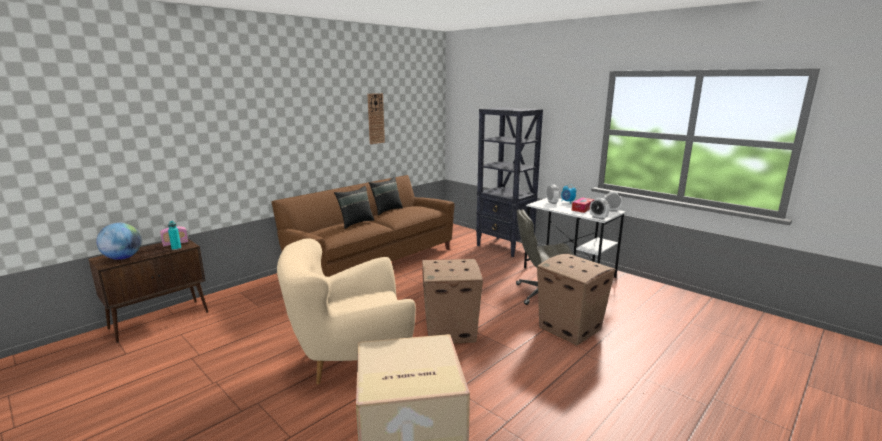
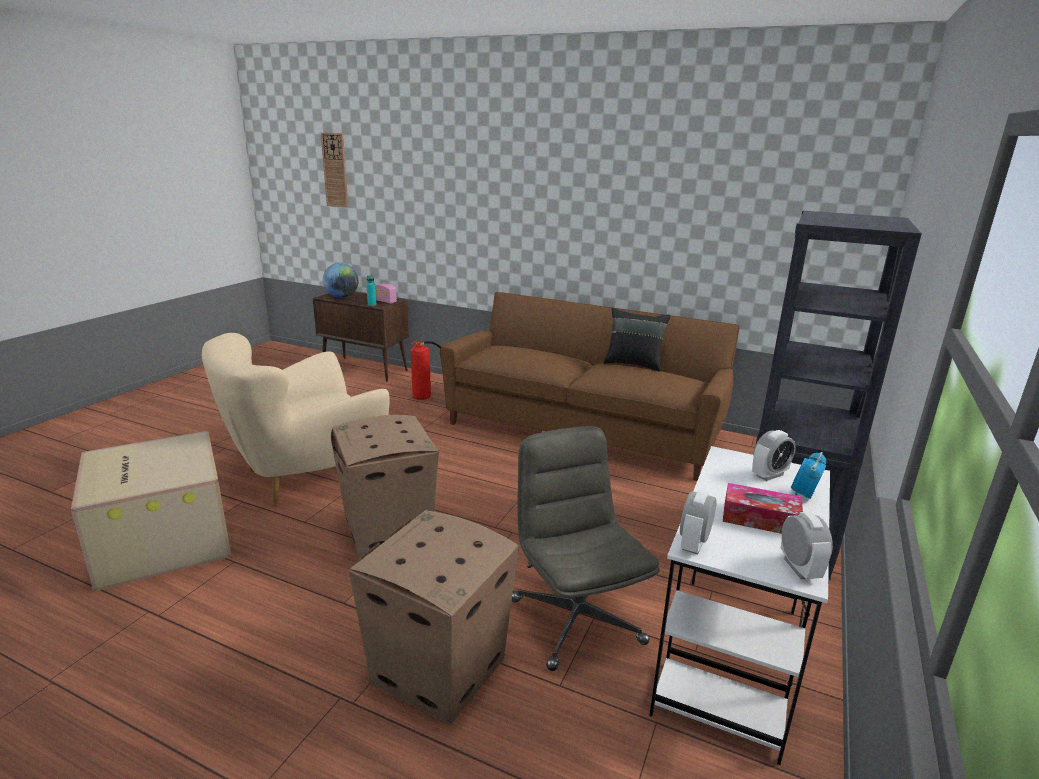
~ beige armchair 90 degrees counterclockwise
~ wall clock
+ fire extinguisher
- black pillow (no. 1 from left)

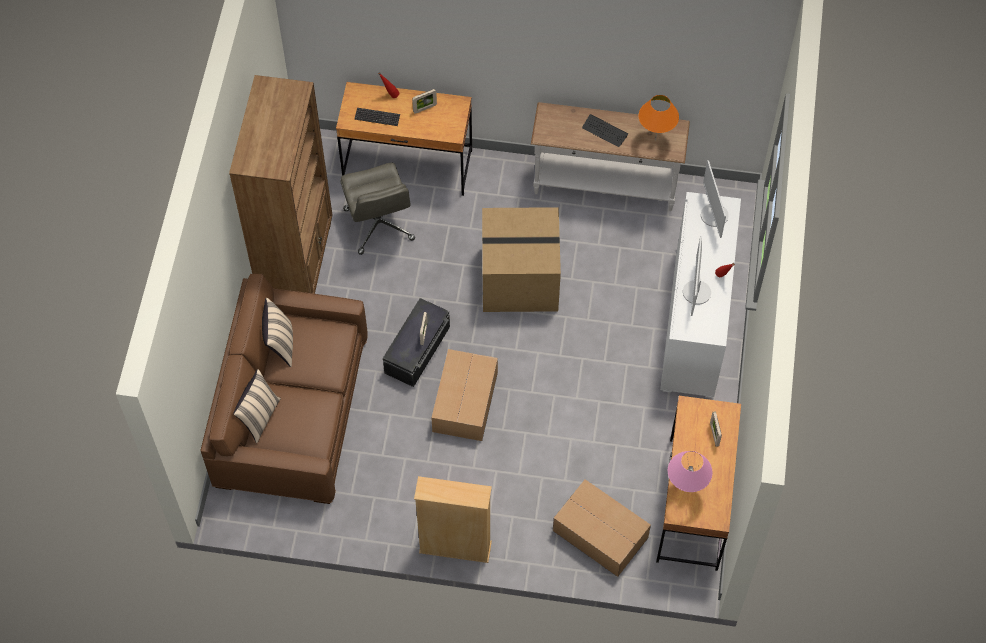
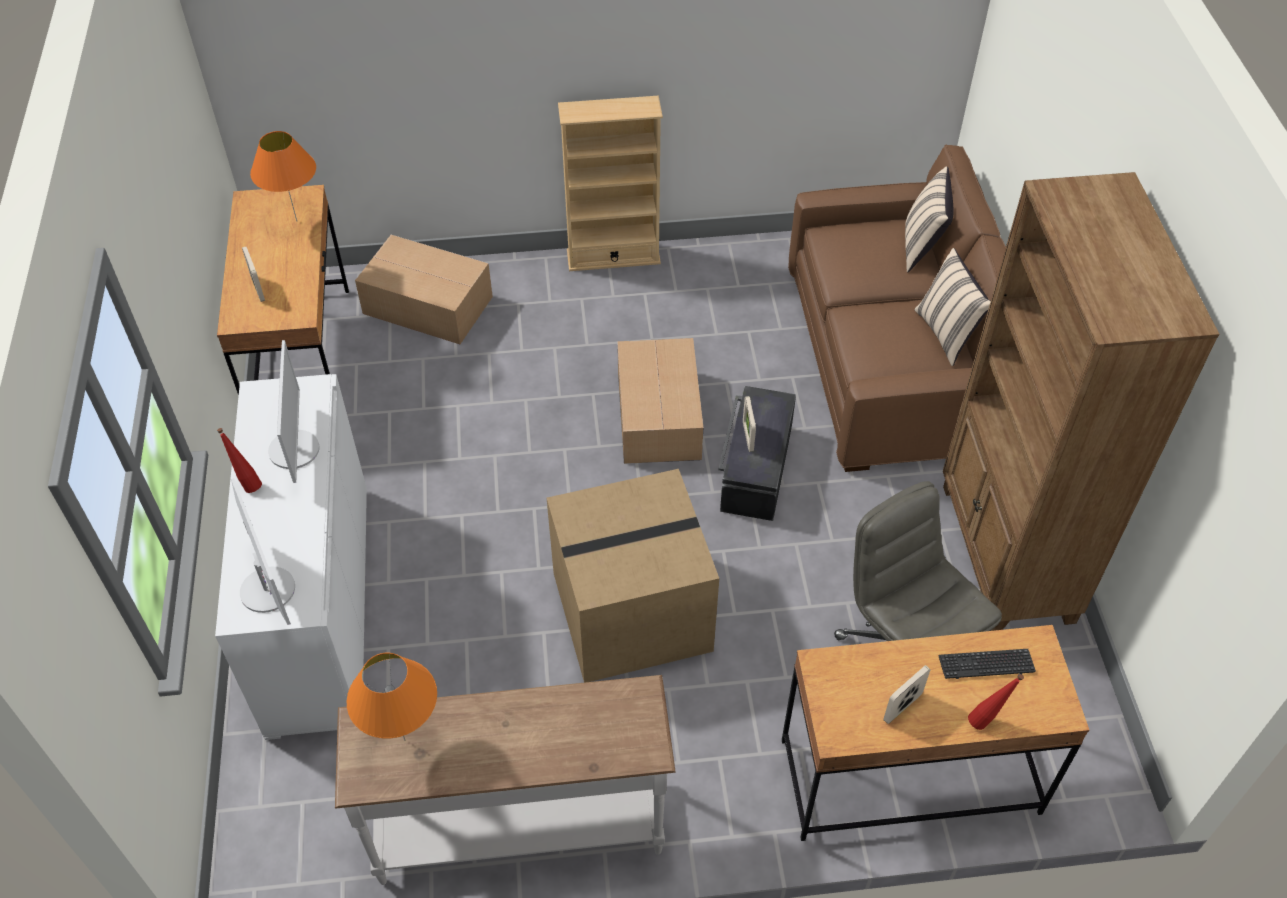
~ pink table lamp to orange table lamp (no. 1 from left)
- keyboard (no. 2 from left)

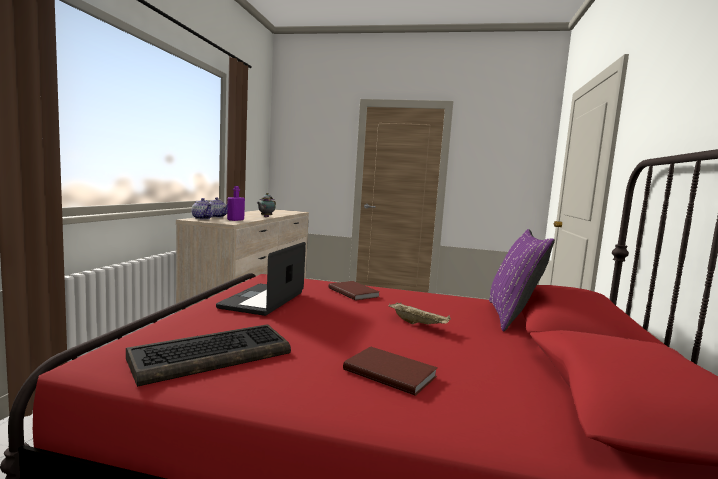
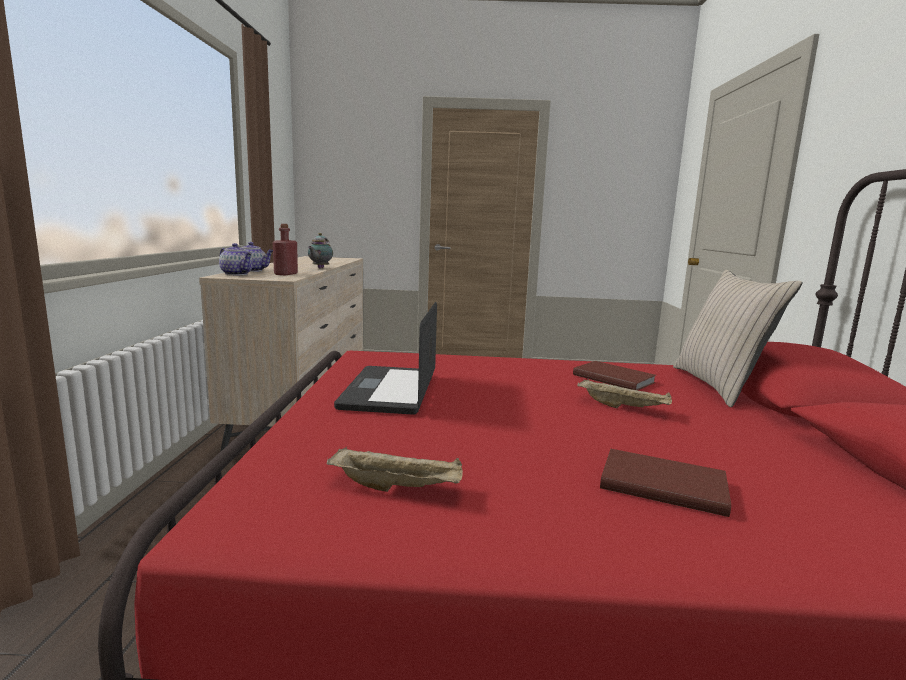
~ purple bottle to red bottle
~ keyboard to beige tray (no. 1 from left)
~ brown book (no. 1 from left)
~ purple pillow to beige pillow

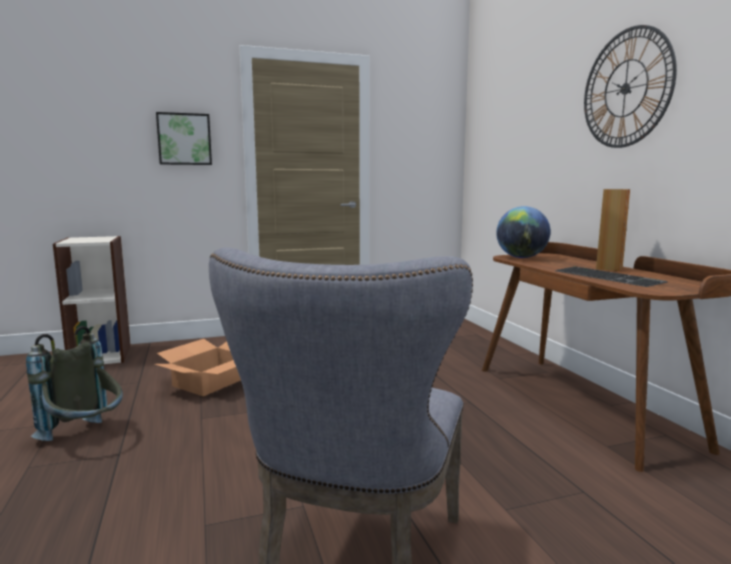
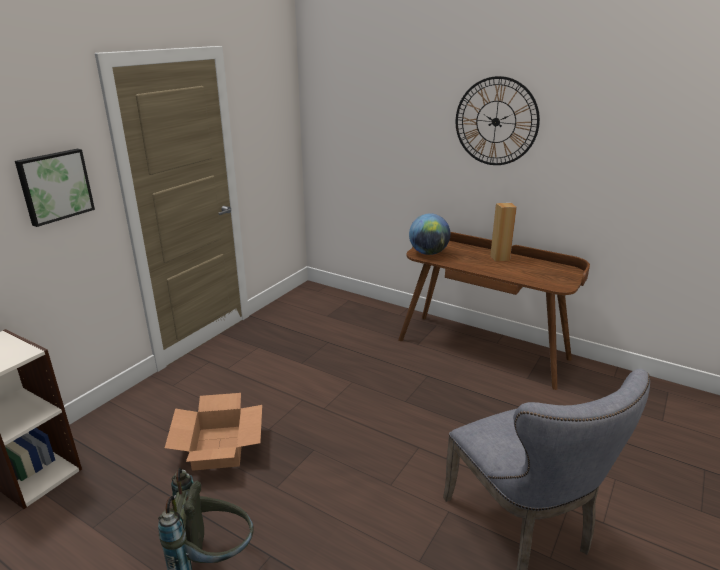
- keyboard

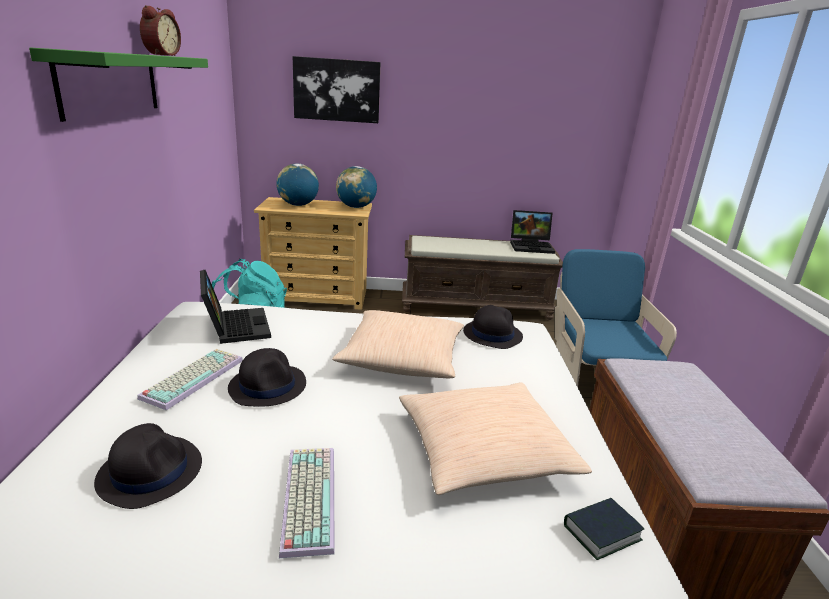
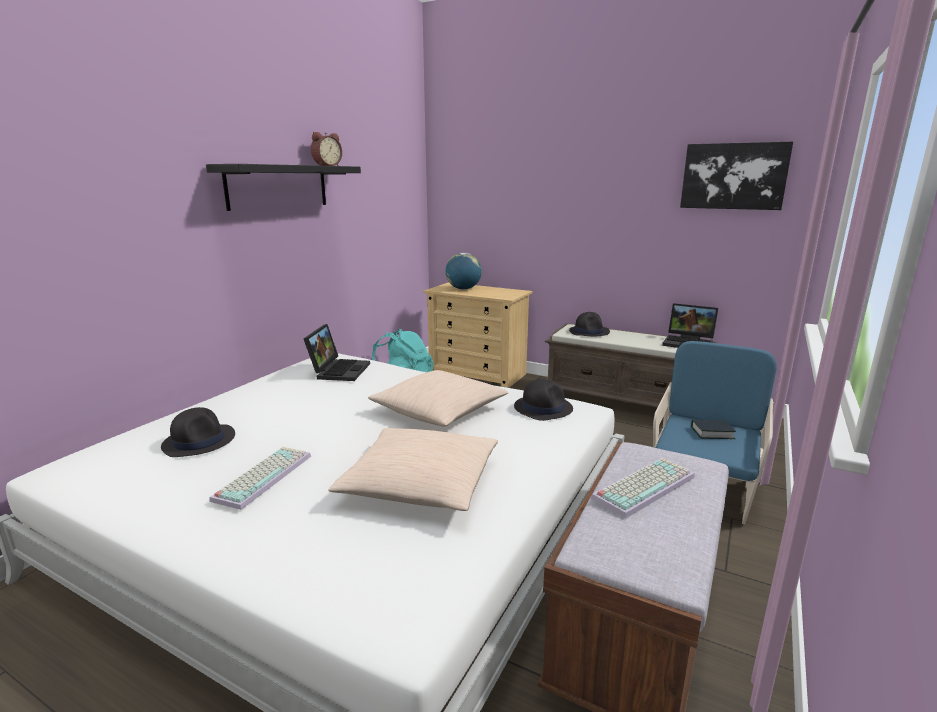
~ green shelf to black shelf
~ black hat (no. 2 from left in the first image) to black hat (no. 3 from left)
~ keyboard (no. 1 from left in the first image) to keyboard (no. 2 from left)
~ picture
~ book
- globe (no. 2 from left)

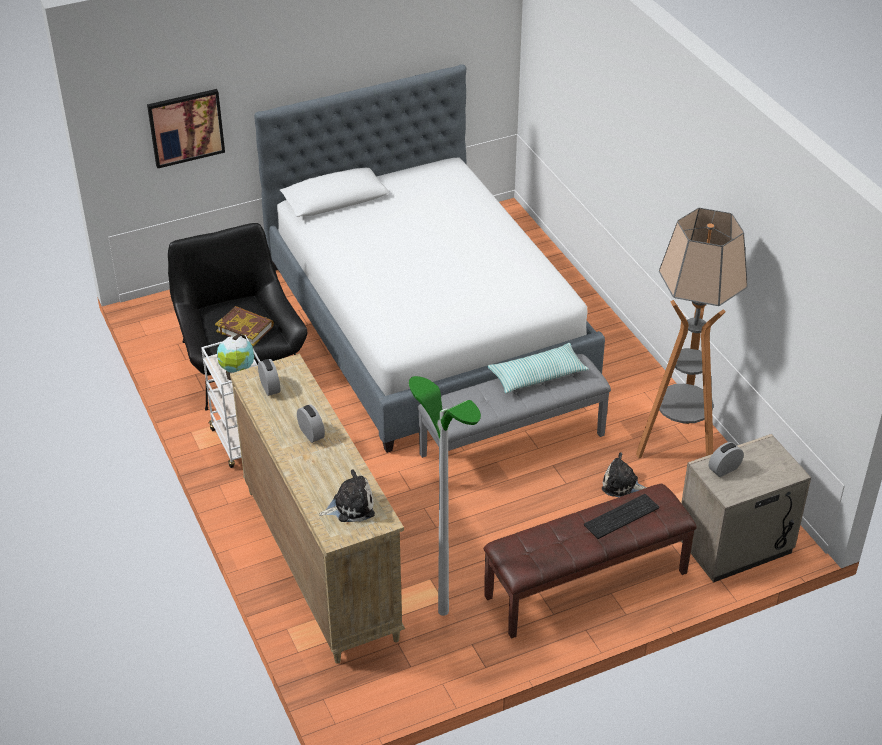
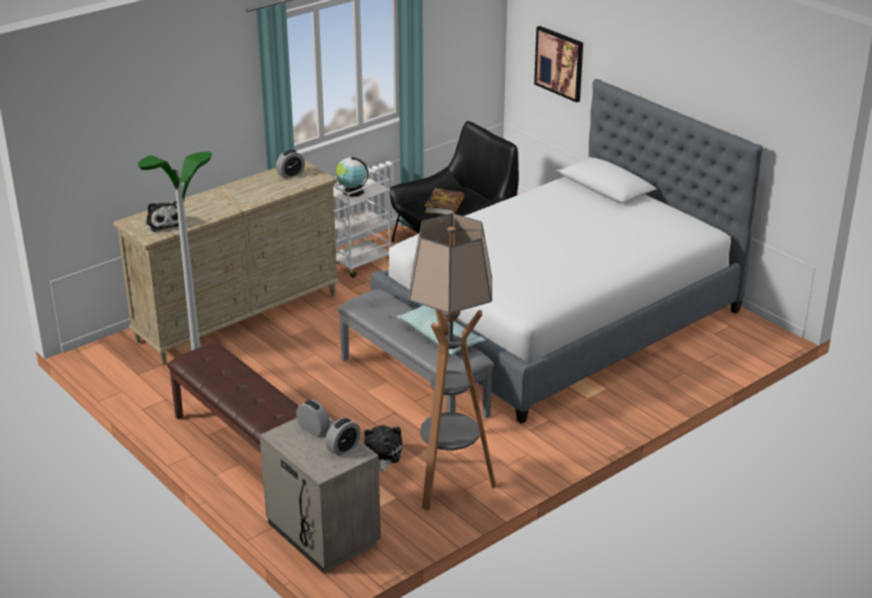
~ alarm clock (no. 2 from left in the first image) to alarm clock (no. 3 from left)
- keyboard

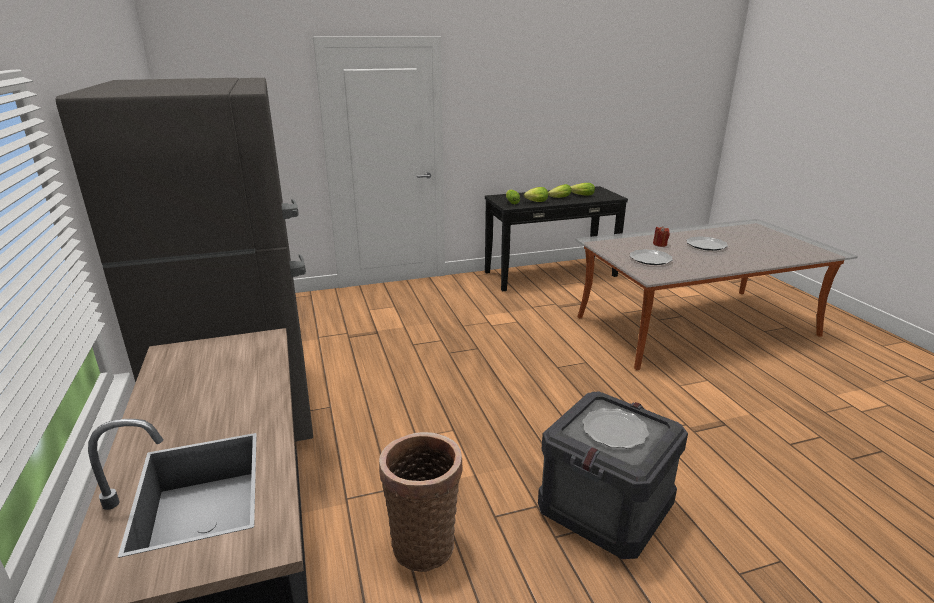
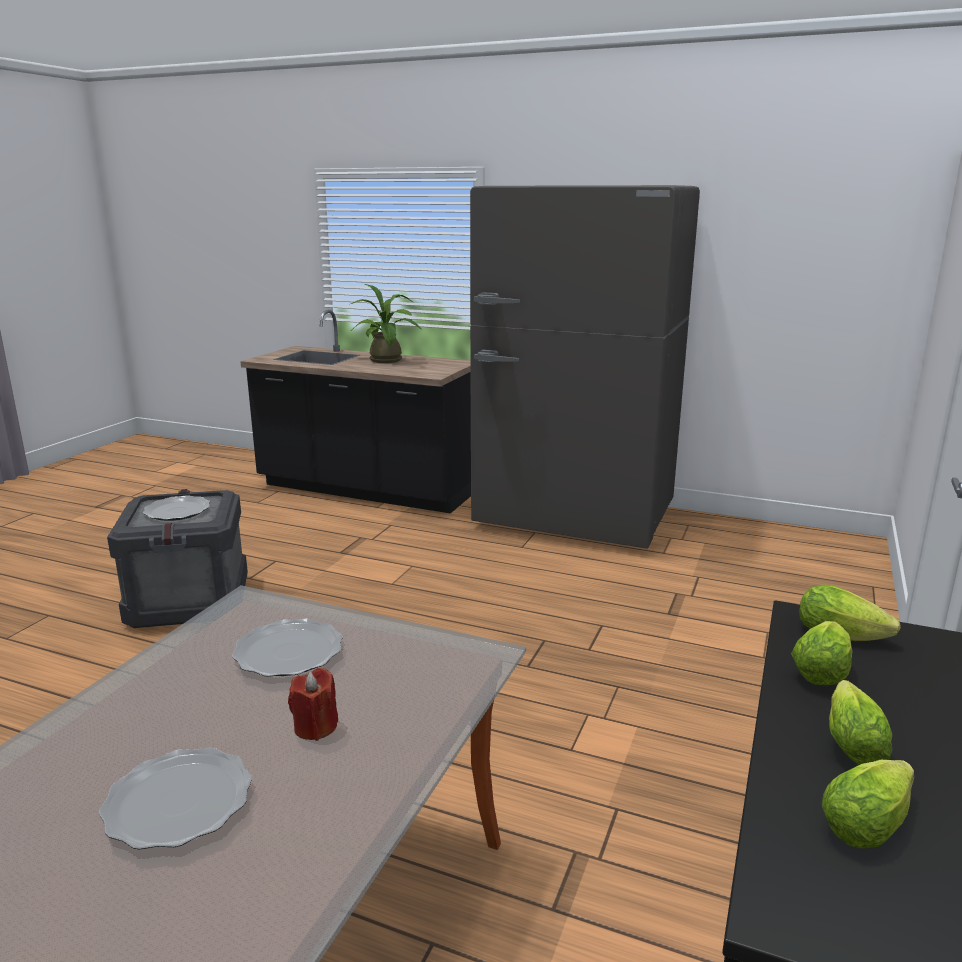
+ potted plant
- basket

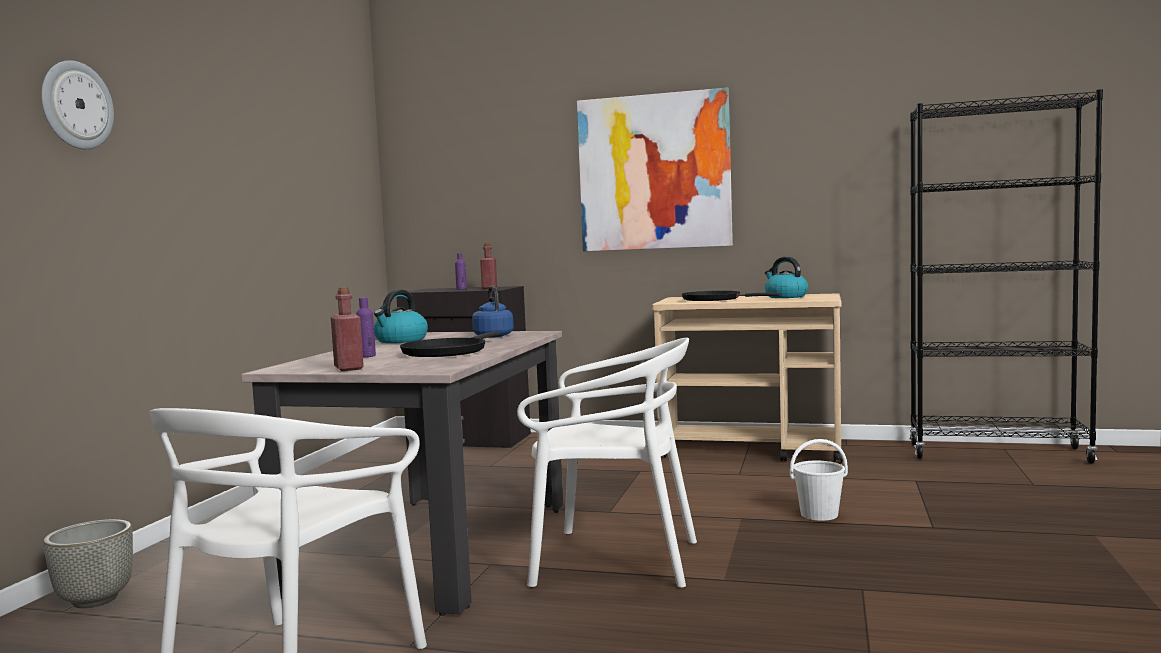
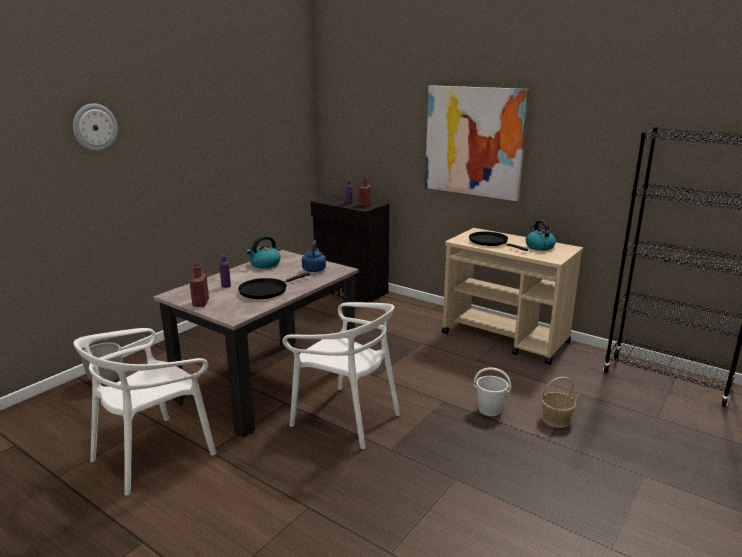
+ basket

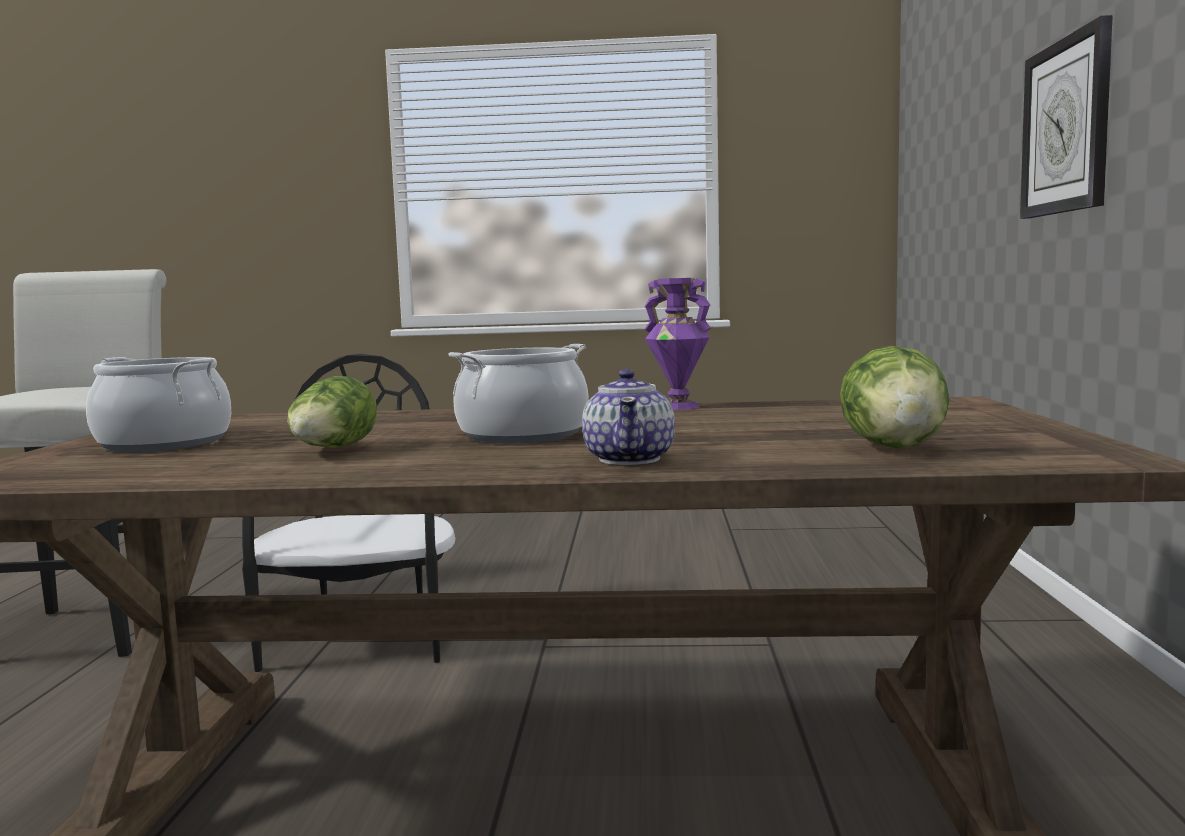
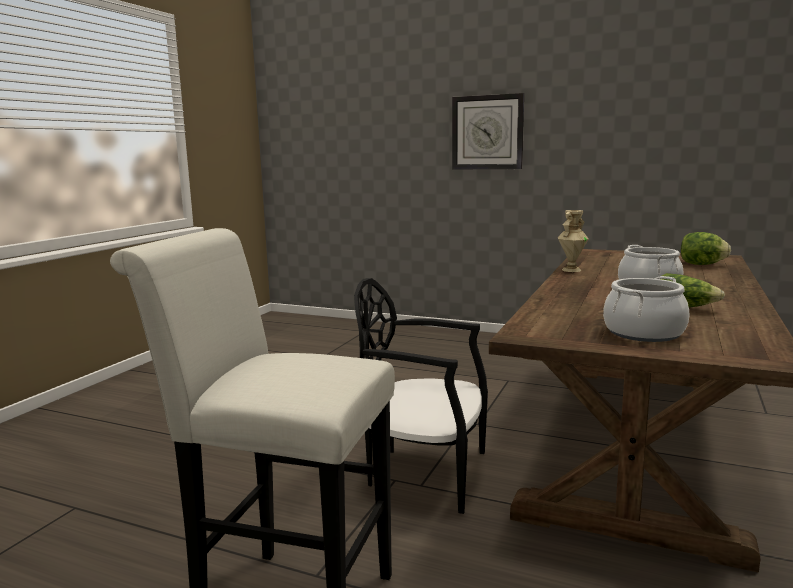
~ purple vase to beige vase
- teapot

